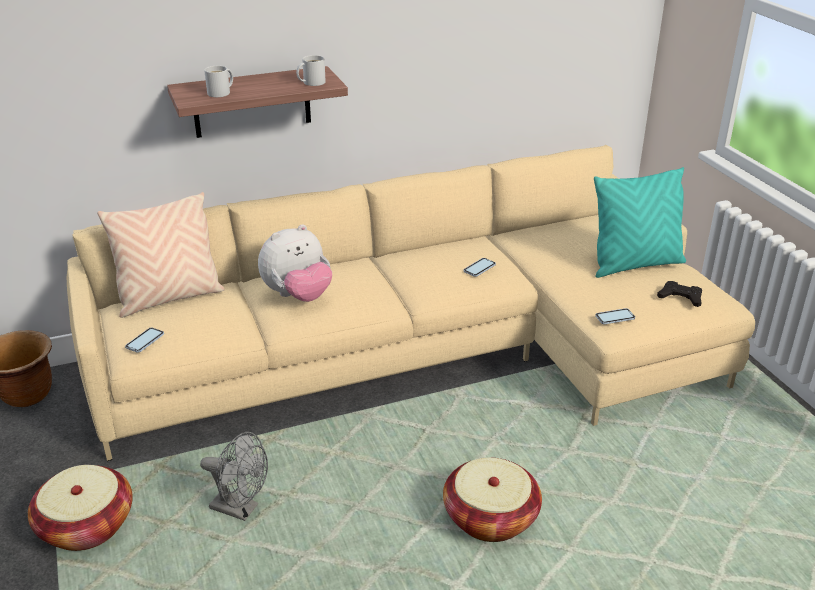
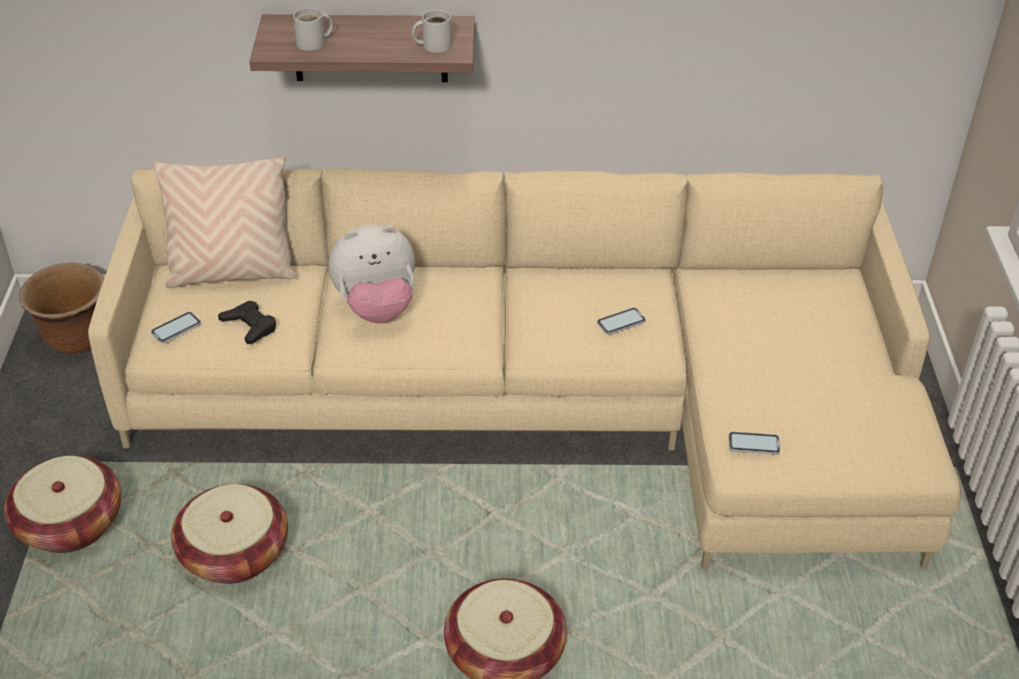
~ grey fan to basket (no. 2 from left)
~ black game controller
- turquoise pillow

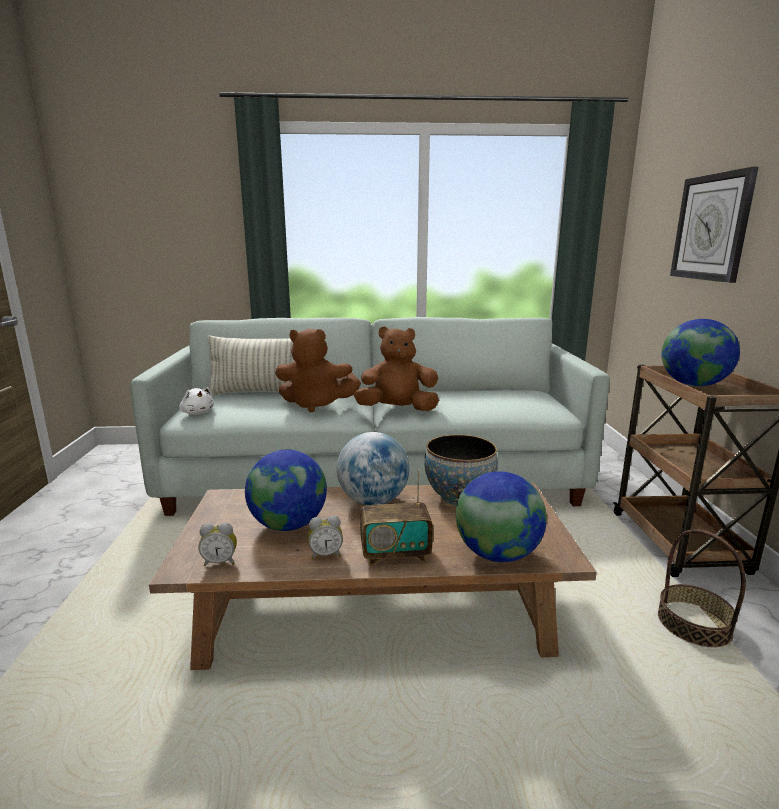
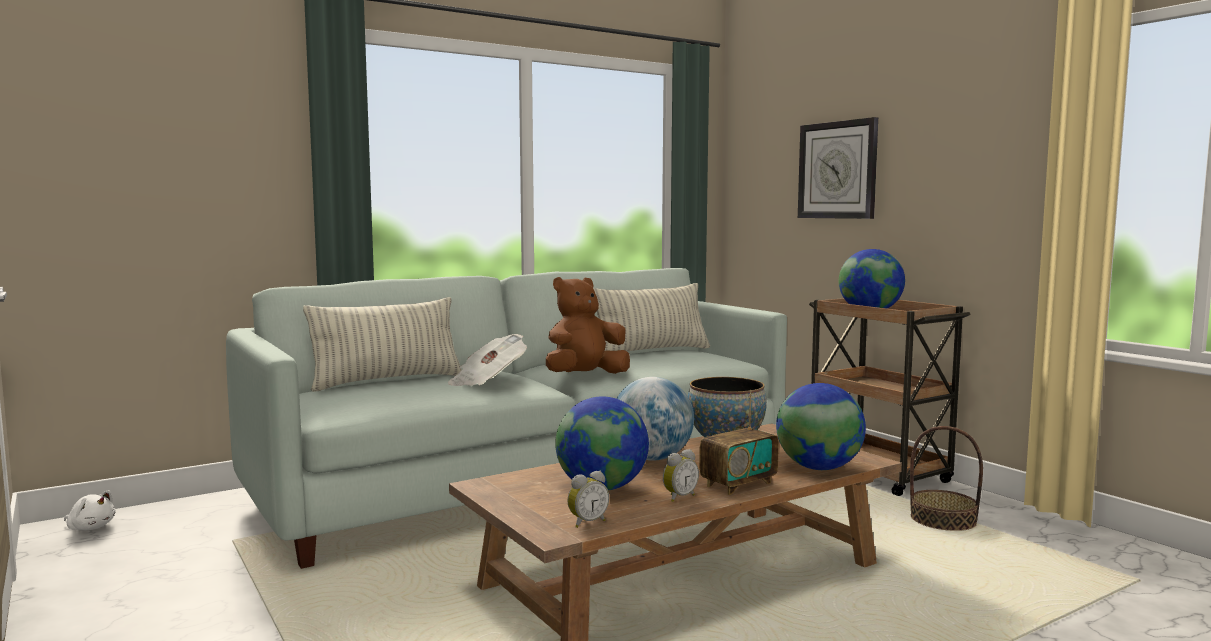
~ white plush toy
~ brown plush toy (no. 1 from left) to newspaper
+ pillow (no. 2 from left)

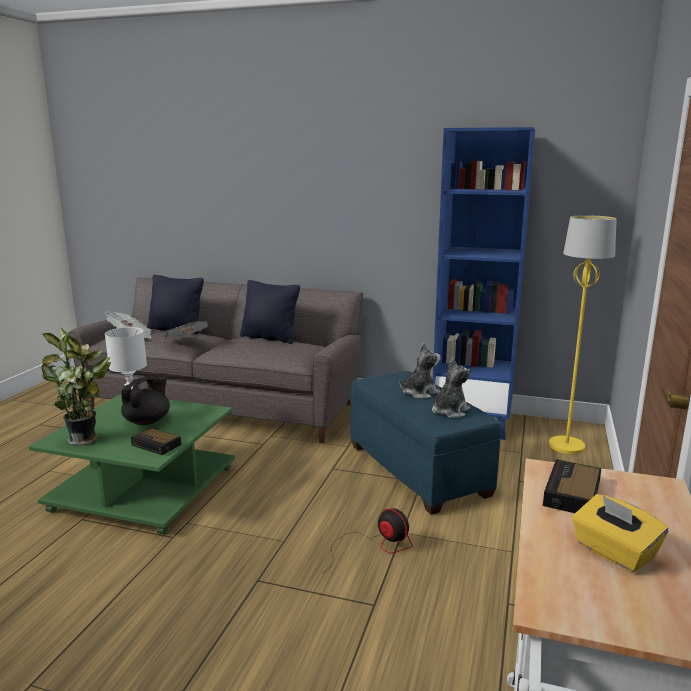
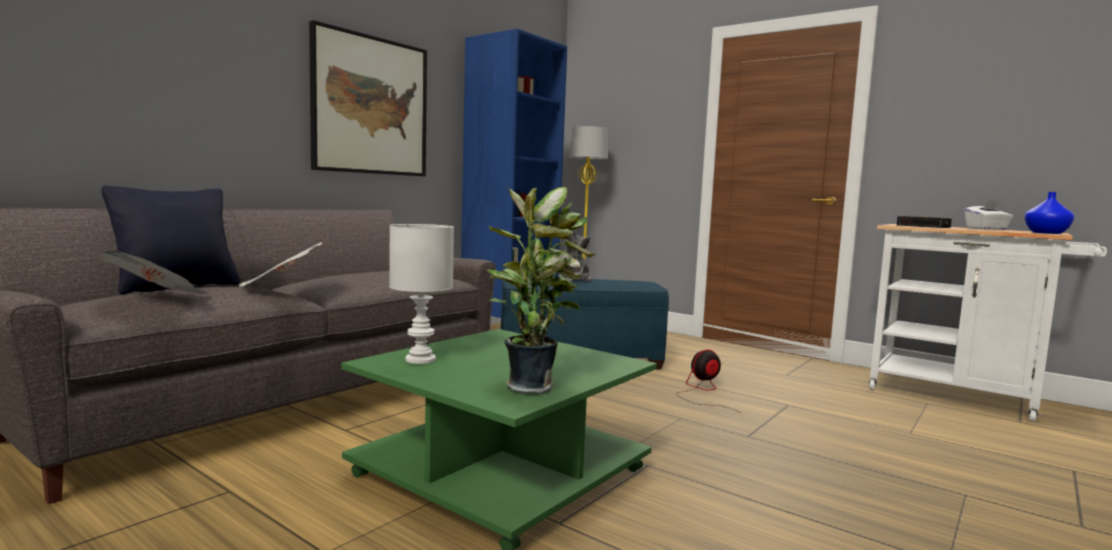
+ picture
~ yellow tissue box to white tissue box
+ blue vase
- black teapot
- alarm clock (no. 1 from left)
- black pillow (no. 2 from left)
- plush toy (no. 2 from left)

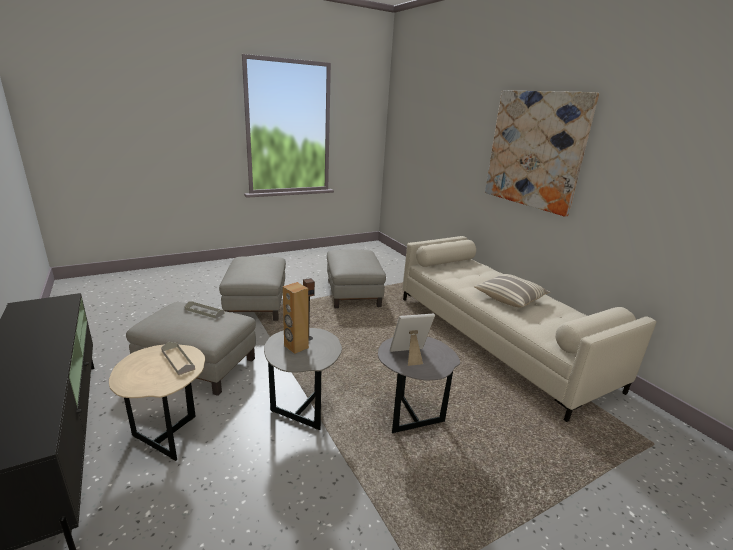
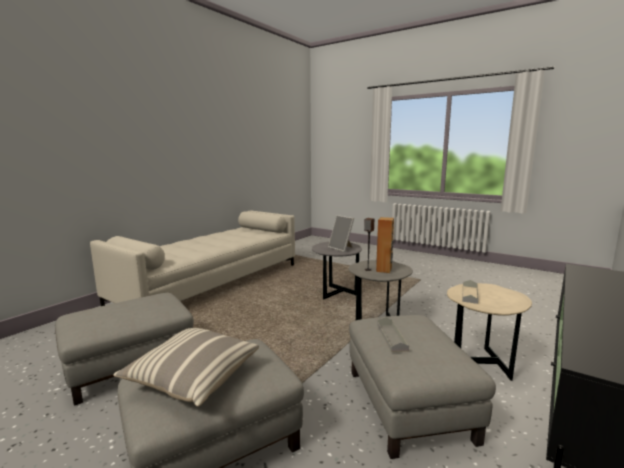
~ pillow
- picture

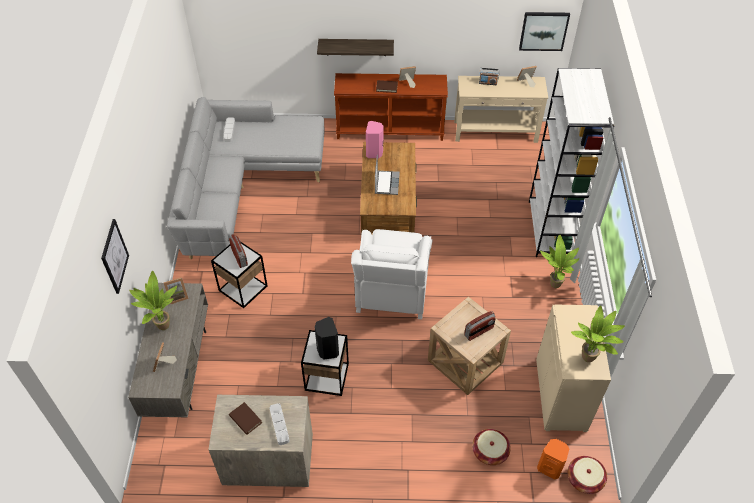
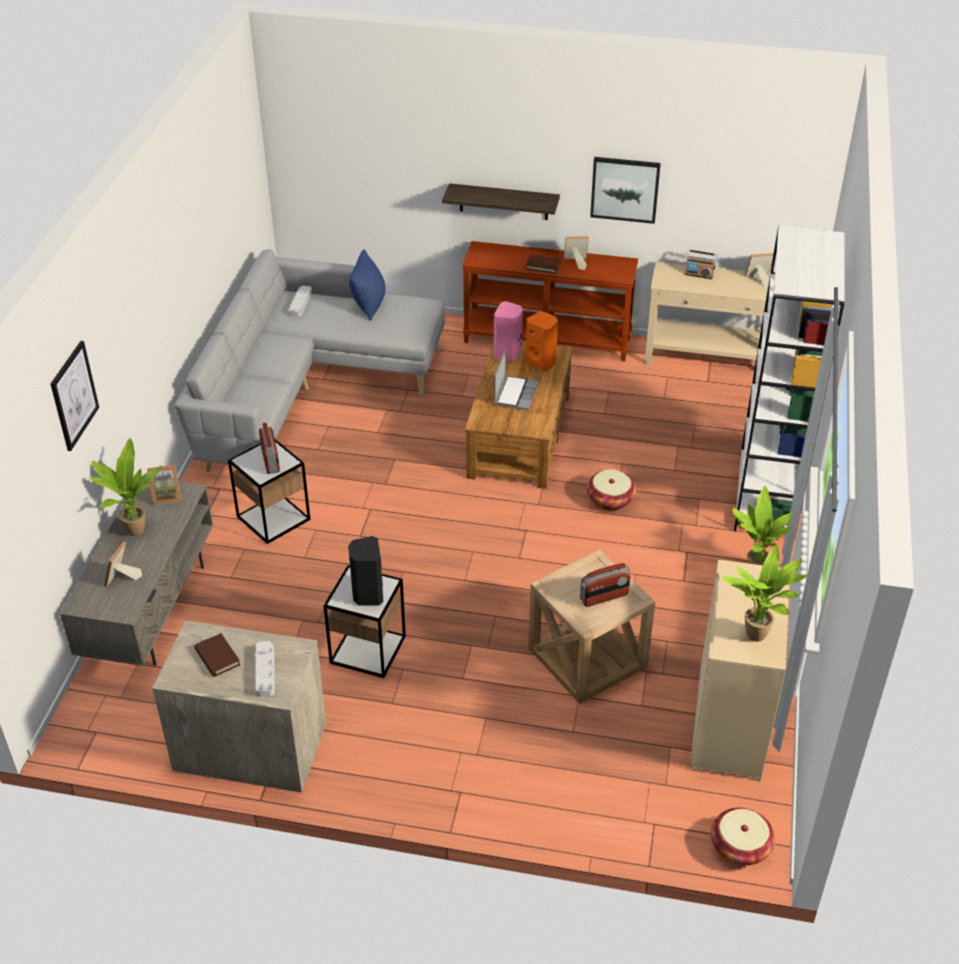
+ blue pillow
~ orange speaker
~ basket (no. 1 from left)
~ picture (no. 2 from left)
- white armchair

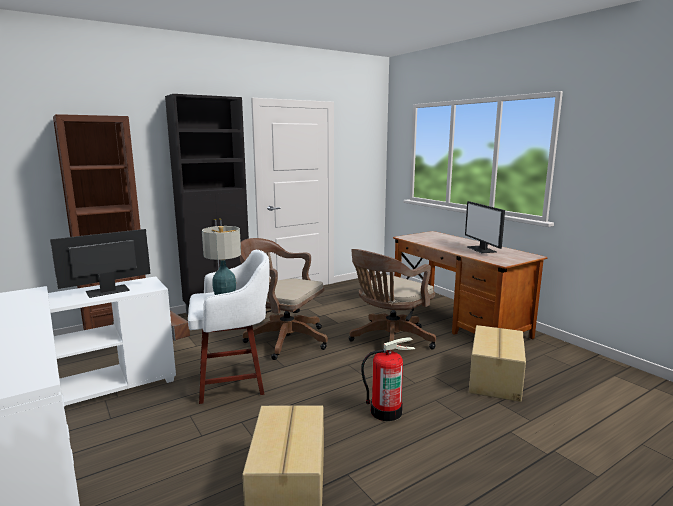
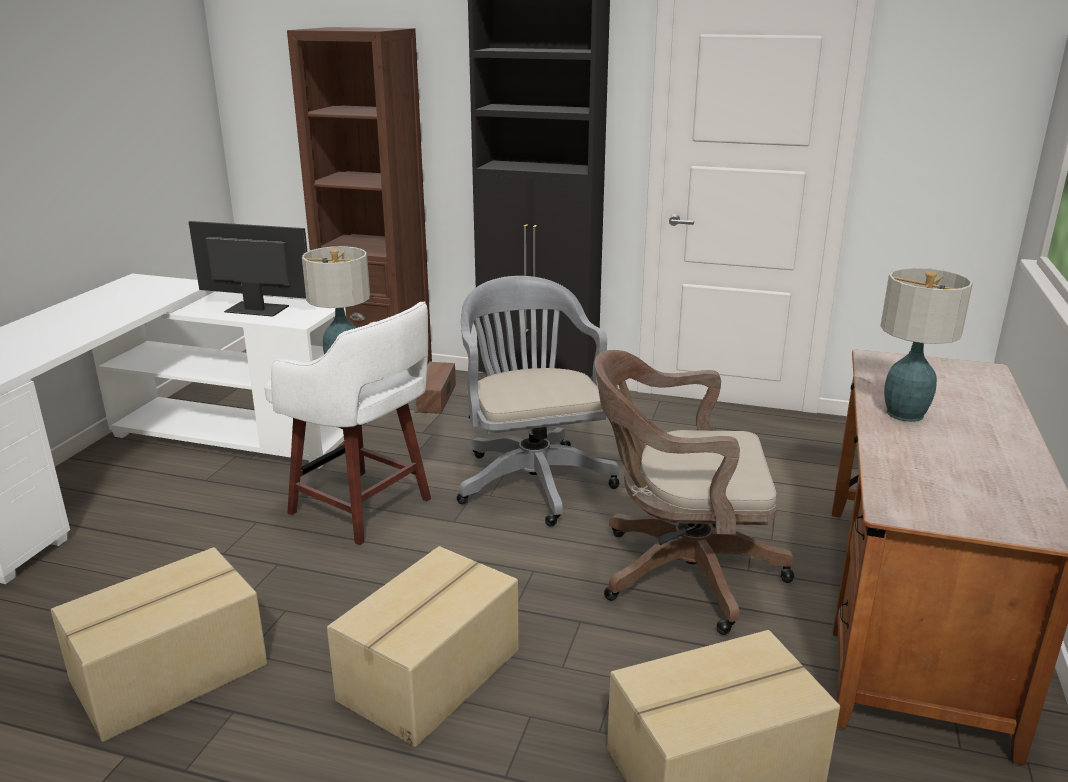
~ fire extinguisher to cardboard box (no. 2 from left)
~ brown office chair (no. 1 from left) to grey office chair
+ table lamp (no. 2 from left)
- monitor (no. 2 from left)

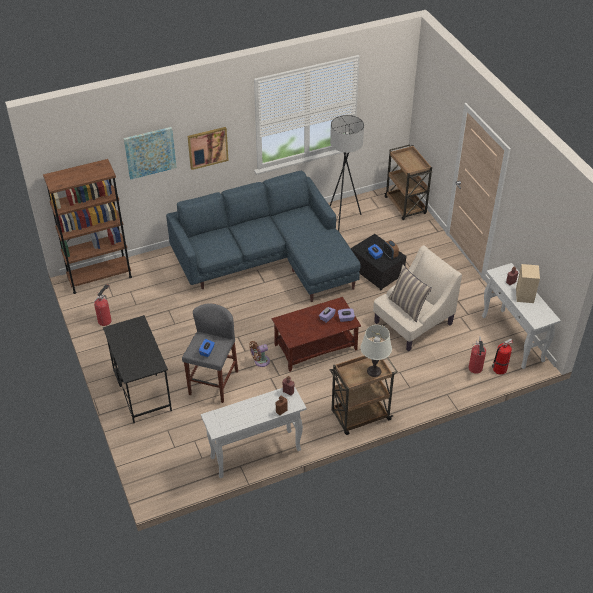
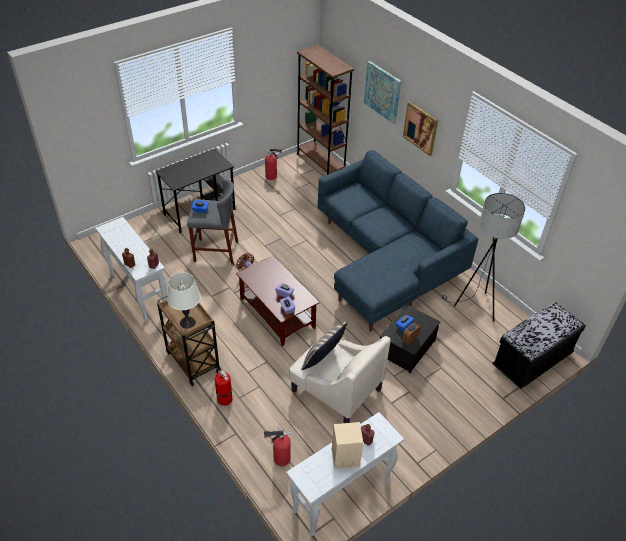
~ fire extinguisher (no. 3 from left in the first image) to fire extinguisher (no. 1 from left)
~ brown cart (no. 2 from left) to black bench

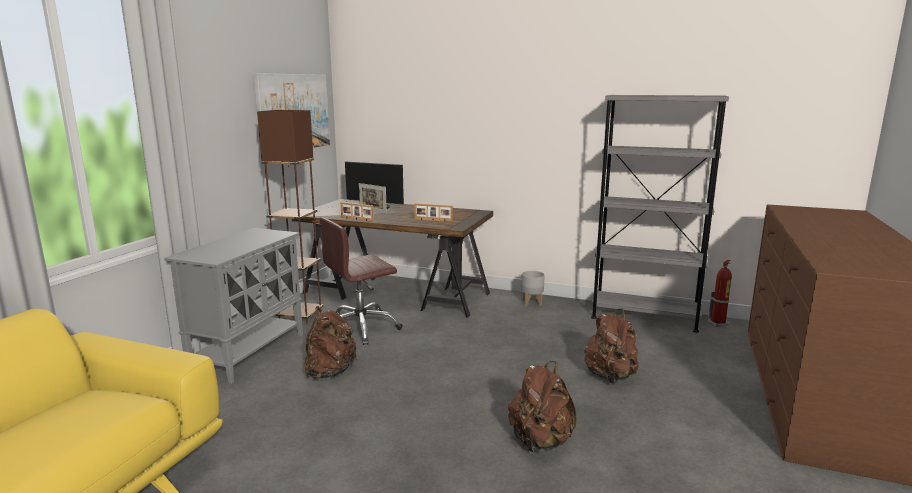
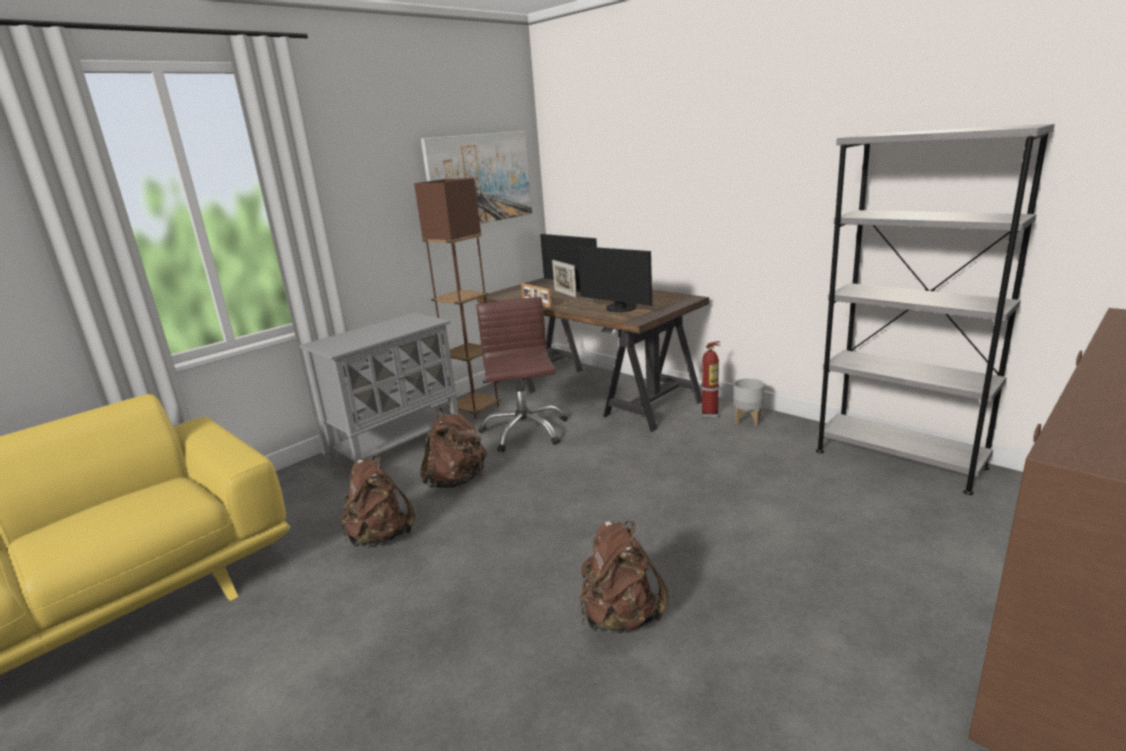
~ brown backpack (no. 3 from left in the first image) to brown backpack (no. 1 from left)
~ brown office chair 90 degrees clockwise
~ picture frame (no. 3 from left) to monitor (no. 2 from left)
~ fire extinguisher

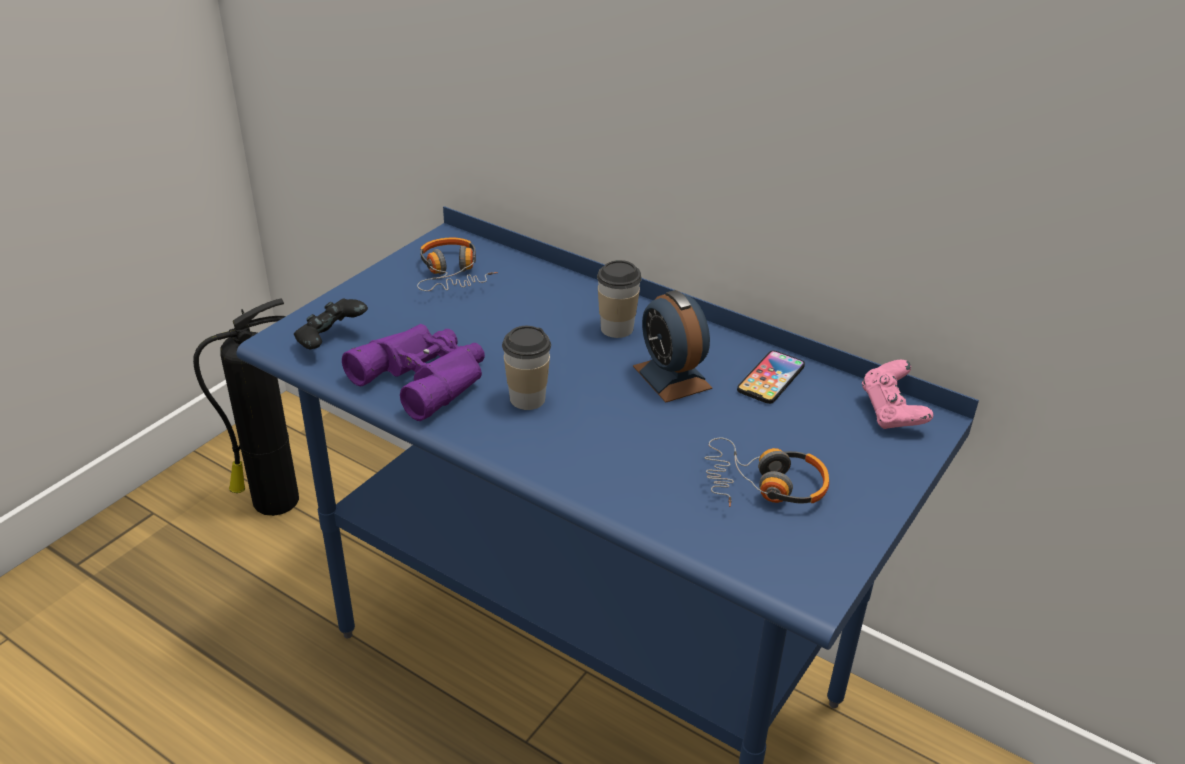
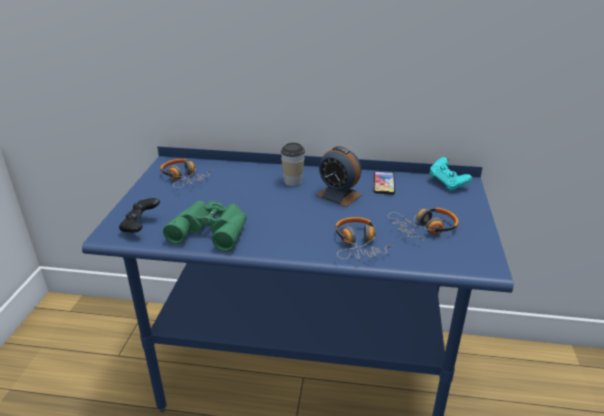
~ purple binoculars to green binoculars
+ headphones (no. 2 from left)
~ pink game controller to turquoise game controller
- fire extinguisher
- cup (no. 1 from left)

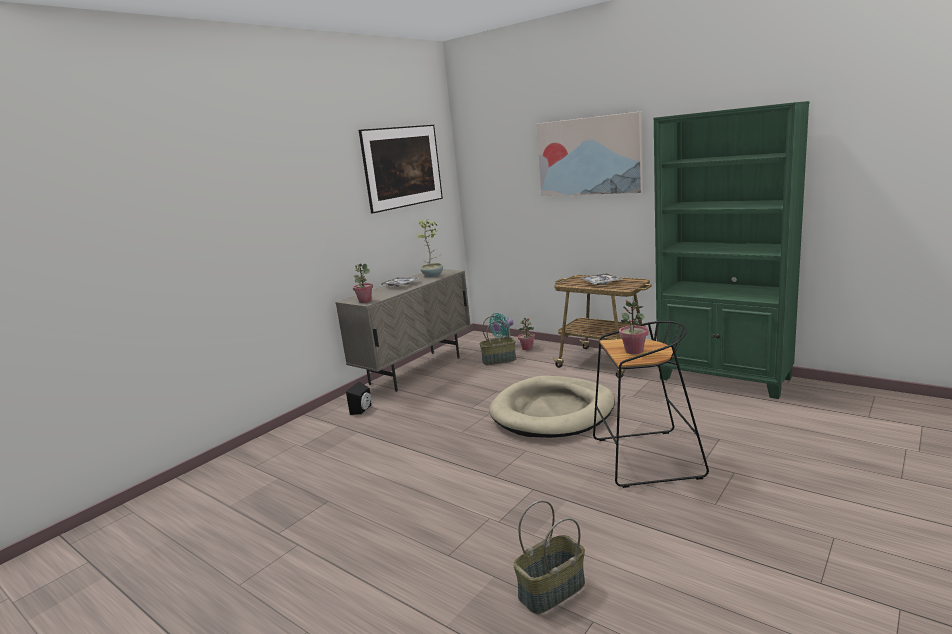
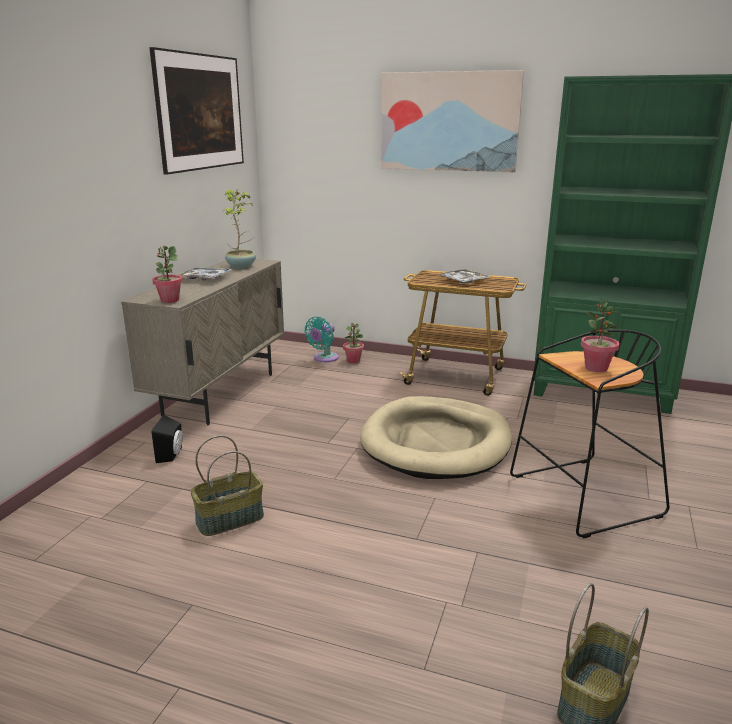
~ basket (no. 1 from left)

